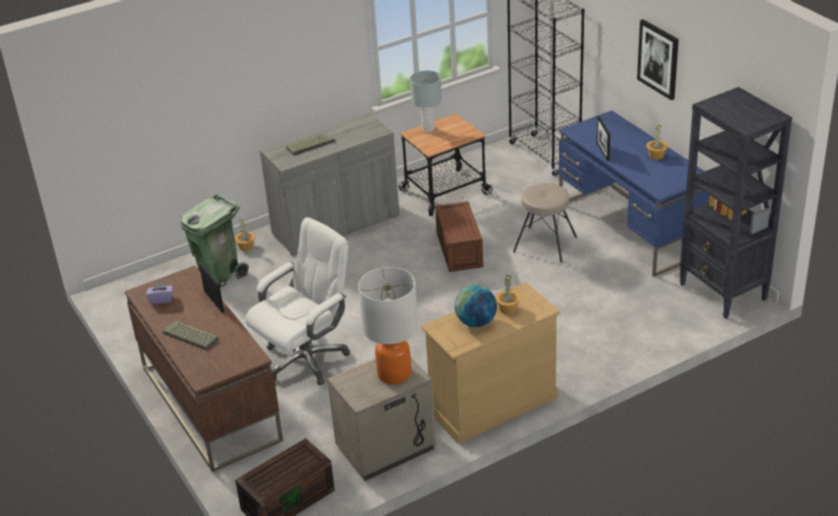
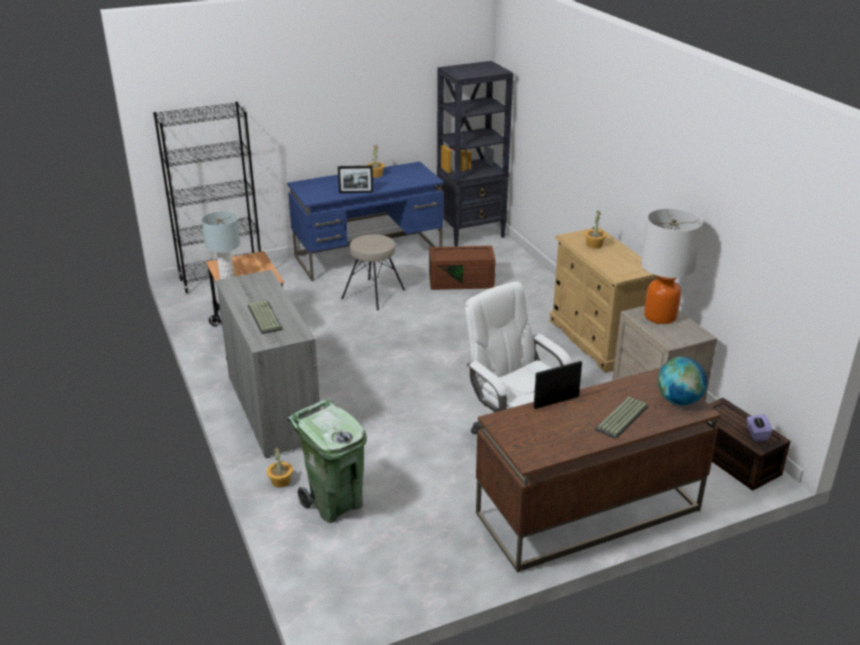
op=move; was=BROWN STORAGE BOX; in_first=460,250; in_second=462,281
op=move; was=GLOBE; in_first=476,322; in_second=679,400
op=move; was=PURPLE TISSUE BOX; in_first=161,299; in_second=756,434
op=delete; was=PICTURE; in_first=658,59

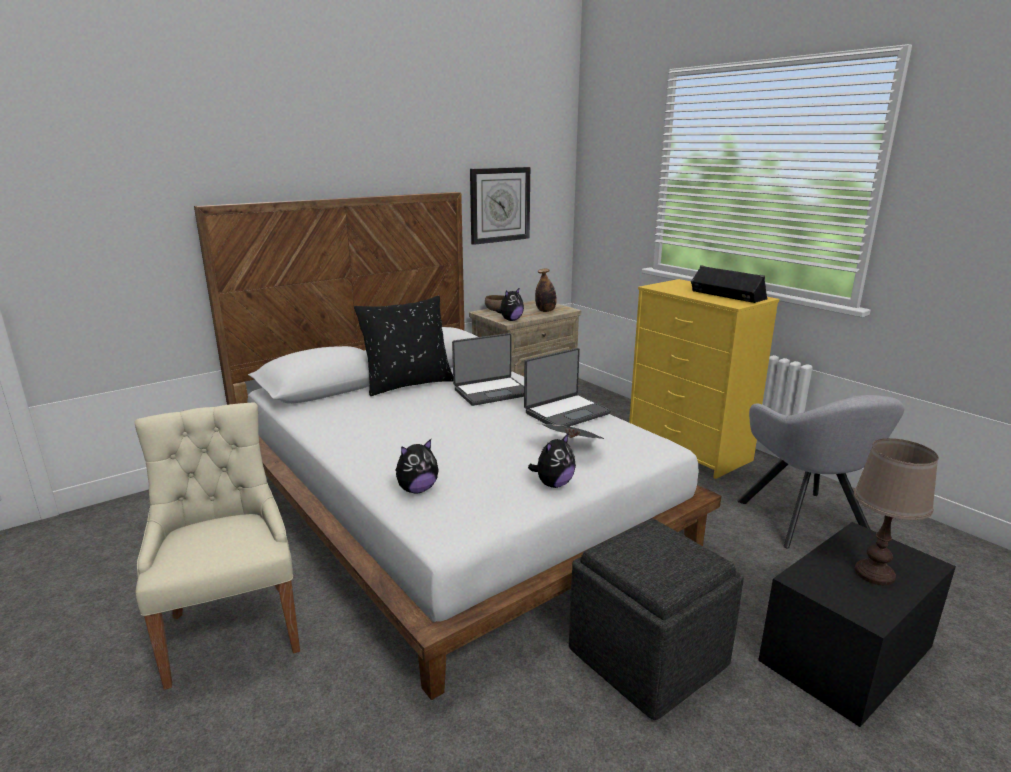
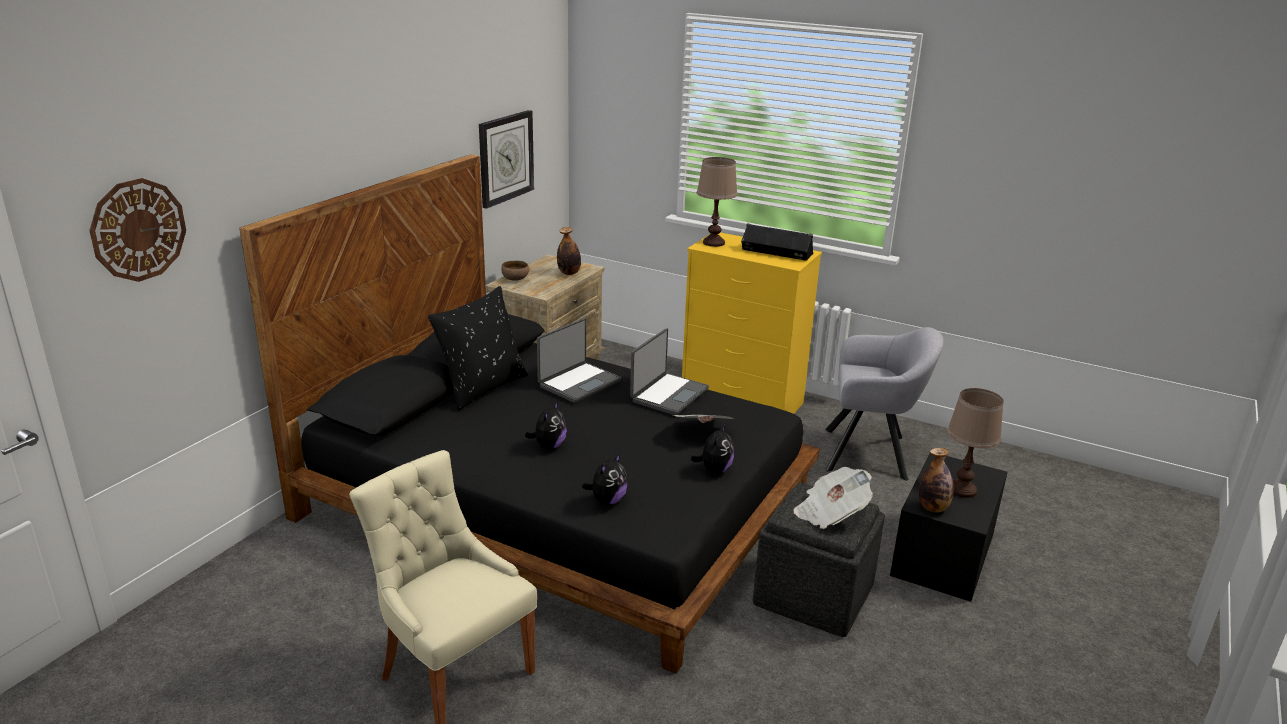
op=insert; now=WALL CLOCK; in_second=138,230
op=recolor; was=WHITE BED; now=BLACK BED; in_first=451,502; in_second=559,504
op=move; was=PLUSH TOY; in_first=510,320; in_second=549,446
op=insert; now=BROWN TABLE LAMP; in_second=713,243
op=insert; now=NEWSPAPER; in_second=830,513
op=rotate; was=GREY ARMCHAIR; in_first=806,522; in_second=872,454; clockwise=-45
op=insert; now=BOTTLE; in_second=933,508

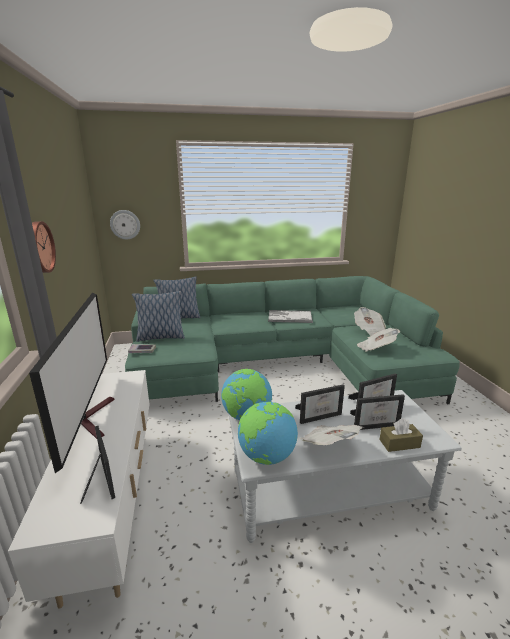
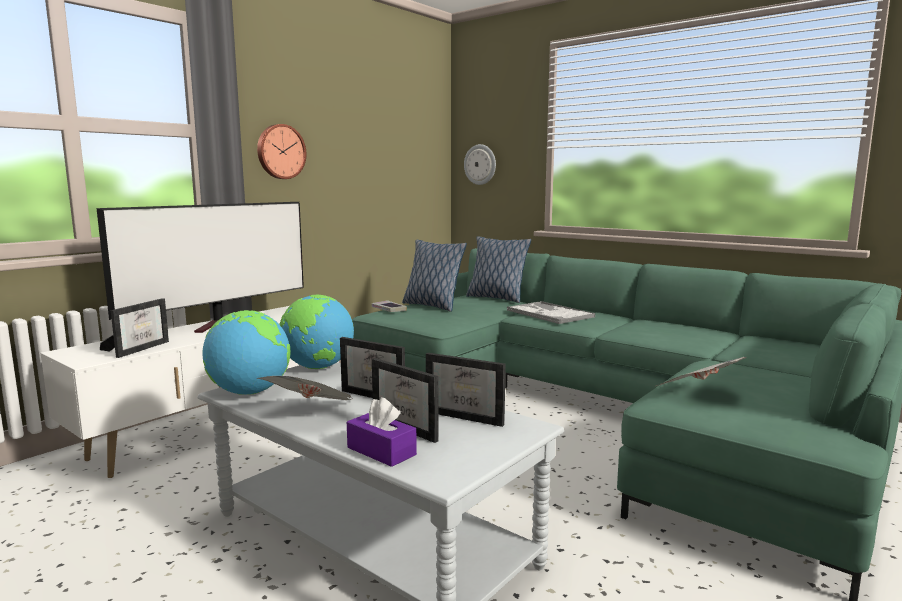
op=recolor; was=BROWN TISSUE BOX; now=PURPLE TISSUE BOX; in_first=399,443; in_second=381,451
op=move; was=TRAY; in_first=289,317; in_second=549,313
op=delete; was=NEWSPAPER; in_first=369,330

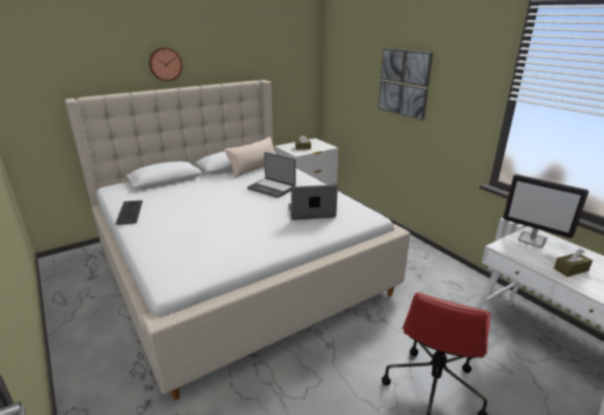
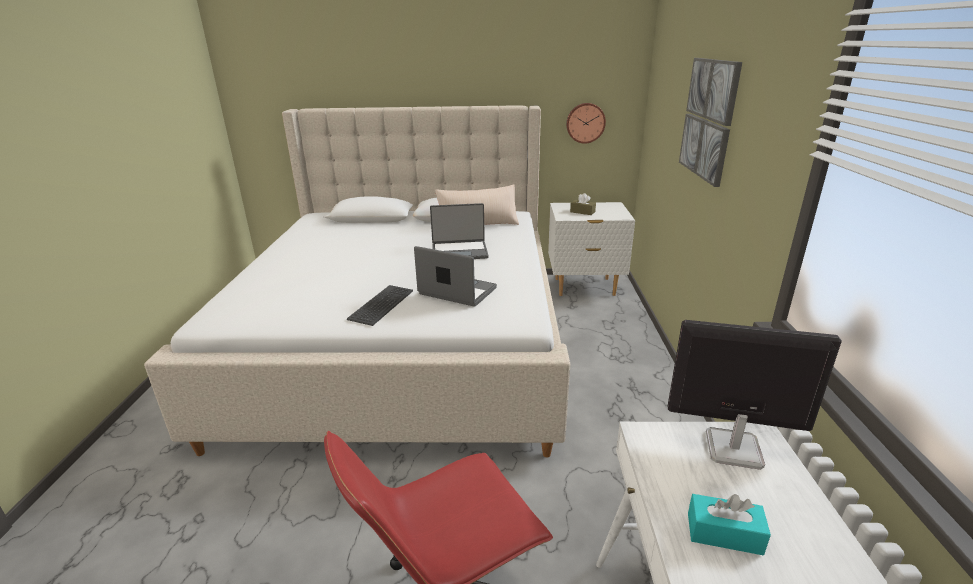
op=move; was=KEYBOARD; in_first=130,212; in_second=382,305
op=rotate; was=LAPTOP; in_first=272,188; in_second=459,251; clockwise=-75
op=move; was=WALL CLOCK; in_first=165,64; in_second=585,123
op=rotate; was=MONITOR; in_first=532,240; in_second=732,449; clockwise=120
op=recolor; was=BROWN TISSUE BOX; now=TURQUOISE TISSUE BOX; in_first=571,269; in_second=724,533

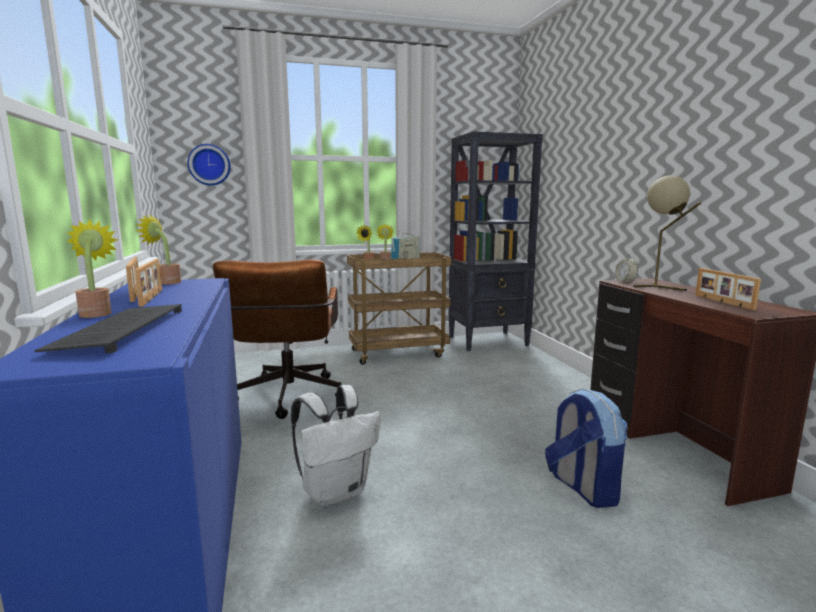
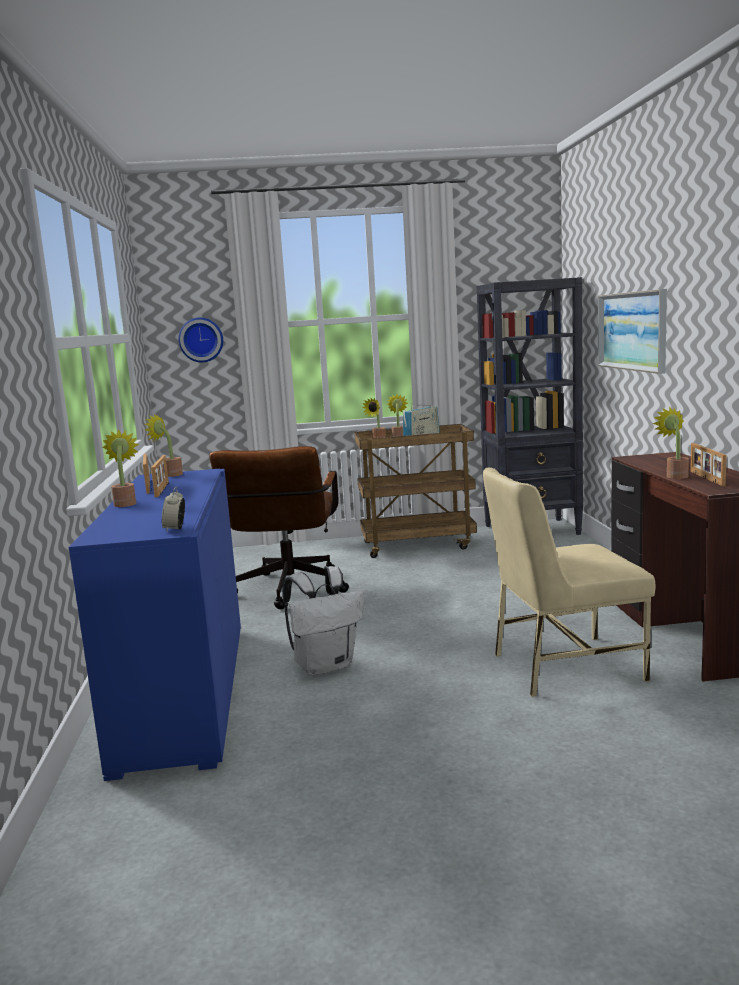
op=move; was=ALARM CLOCK; in_first=625,282; in_second=175,529
op=replace; was=BACKPACK; now=BEIGE CHAIR; in_first=582,488; in_second=564,666
op=insert; now=PICTURE; in_second=632,331
op=insert; now=POTTED PLANT; in_second=674,475
op=delete; was=KEYBOARD; in_first=120,330
op=delete; was=BEIGE TABLE LAMP; in_first=659,287

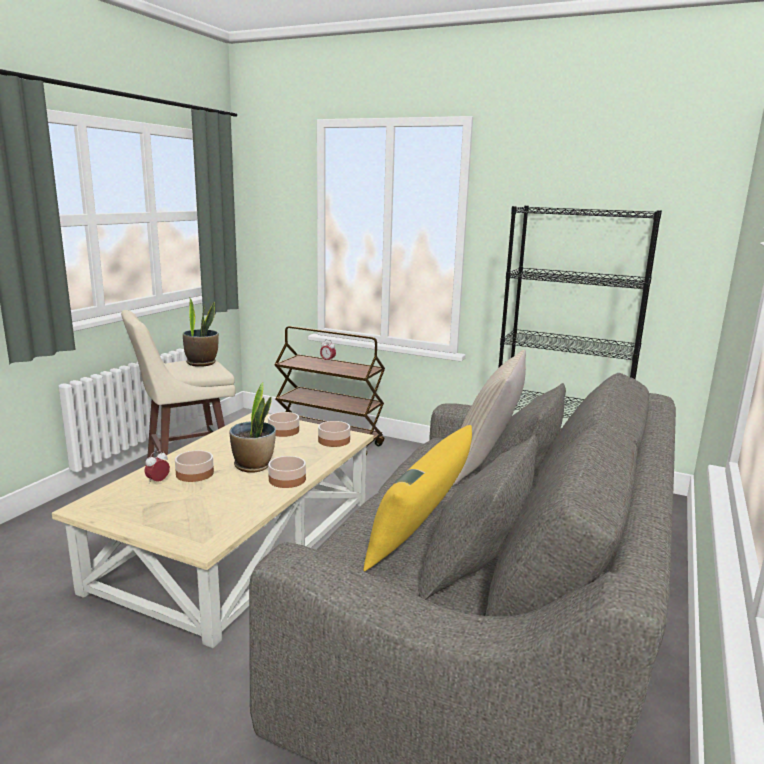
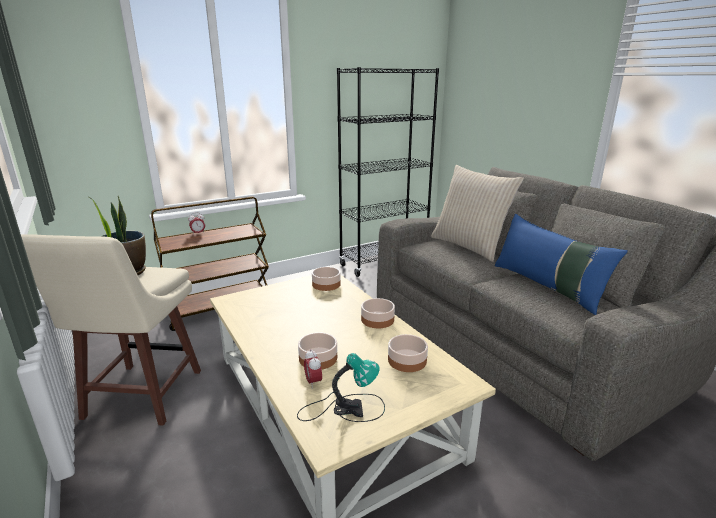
op=insert; now=TABLE LAMP; in_second=344,408
op=move; was=BOWL; in_first=283,430; in_second=406,360
op=recolor; was=YELLOW PILLOW; now=BLUE PILLOW; in_first=420,530; in_second=547,286
op=delete; was=POTTED PLANT; in_first=254,466

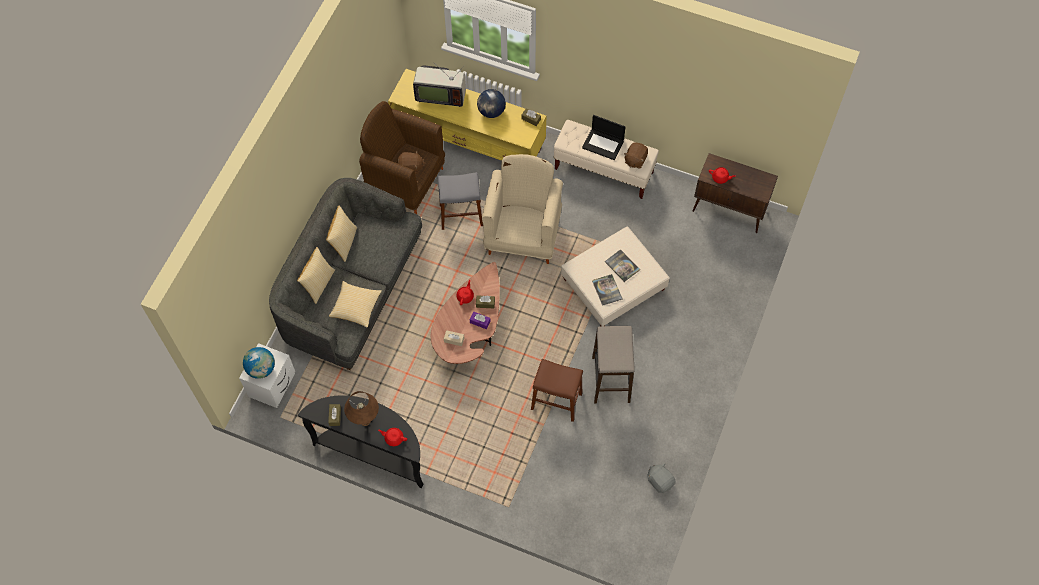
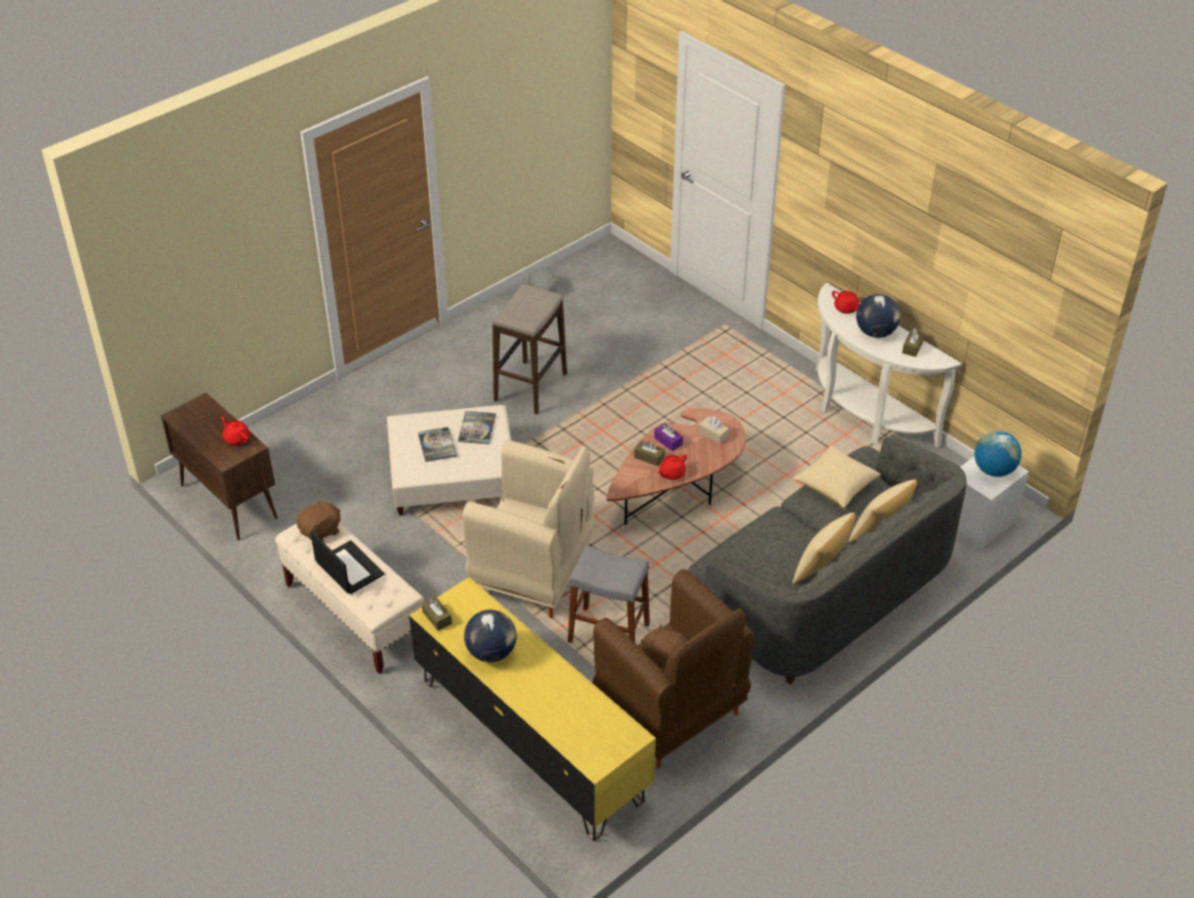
op=rotate; was=BEIGE ARMCHAIR; in_first=523,235; in_second=533,574; clockwise=-105
op=recolor; was=BLACK CONSOLE TABLE; now=WHITE CONSOLE TABLE; in_first=374,452; in_second=864,415
op=replace; was=BROWN TABLE LAMP; now=GLOBE; in_first=365,421; in_second=876,333
op=delete; was=TELEVISION; in_first=440,95
op=delete; was=BROWN STOOL; in_first=556,401

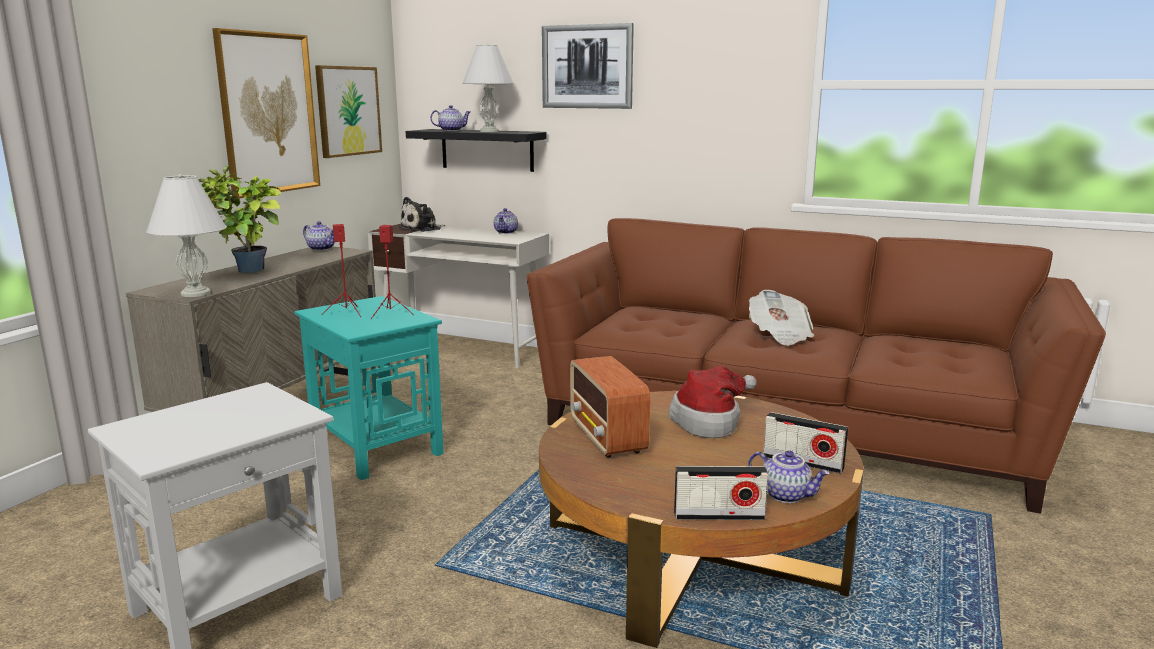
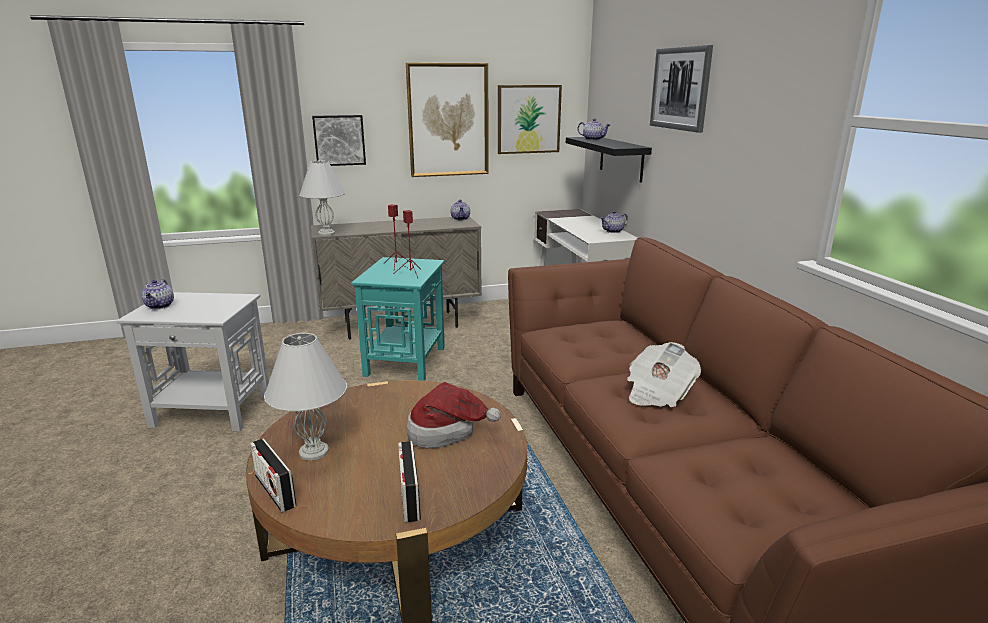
op=move; was=TEAPOT; in_first=786,495; in_second=160,306
op=move; was=WHITE TABLE LAMP; in_first=489,131; in_second=313,452
op=insert; now=PICTURE; in_second=339,140
op=delete; was=POTTED PLANT; in_first=244,272
op=delete; was=PLUSH TOY; in_first=422,229
op=delete; was=RADIO; in_first=607,437

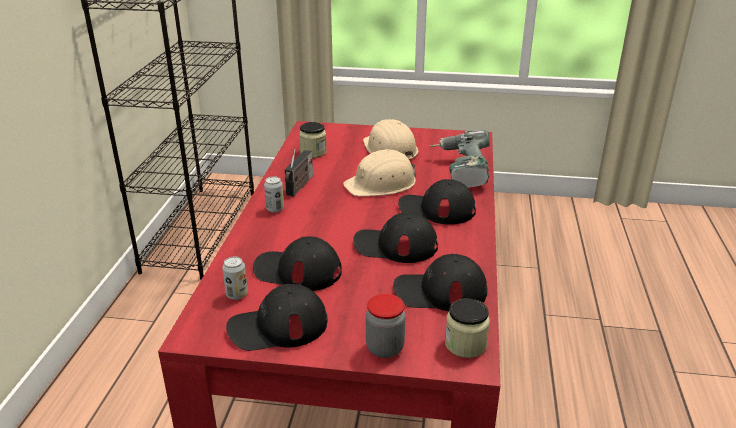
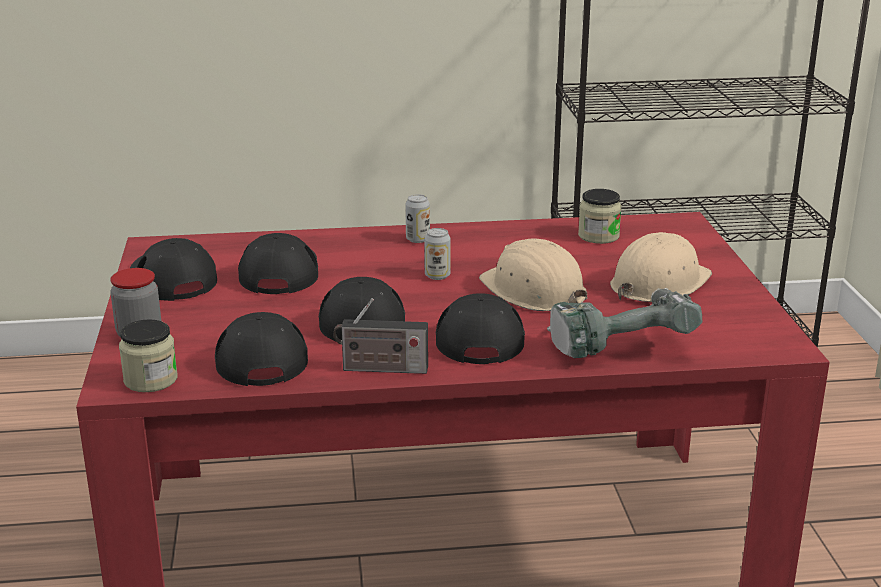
op=move; was=RADIO; in_first=299,186; in_second=381,369
op=move; was=CAN; in_first=237,294; in_second=437,276

